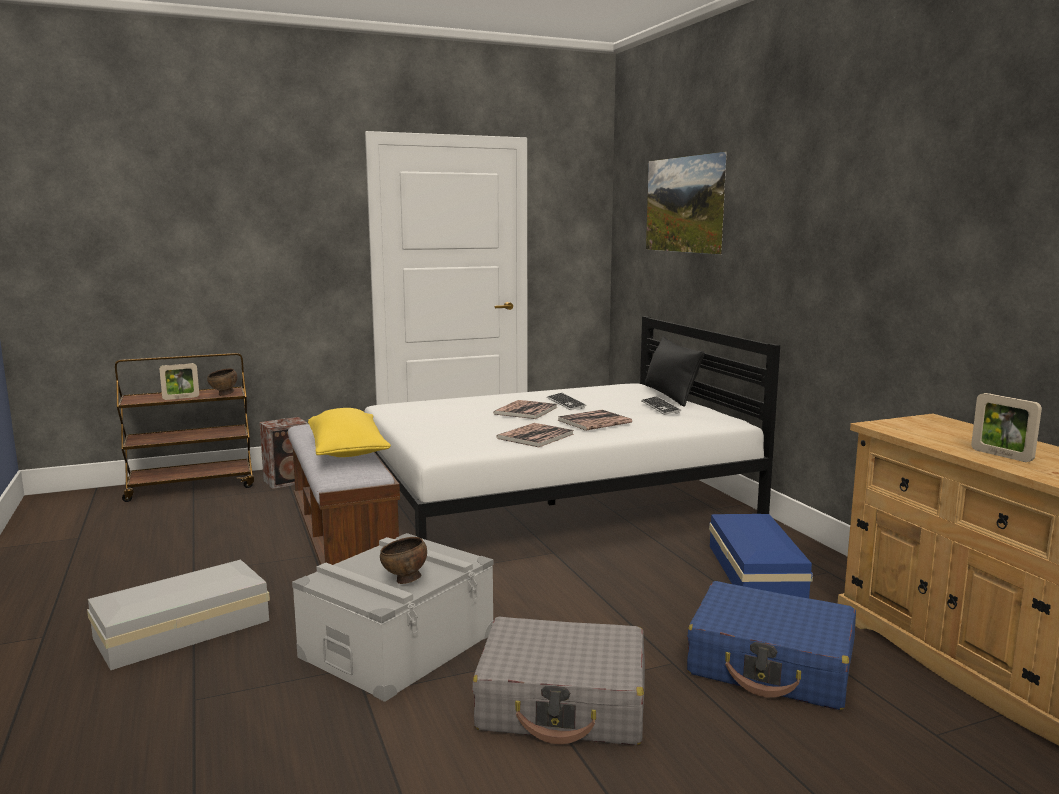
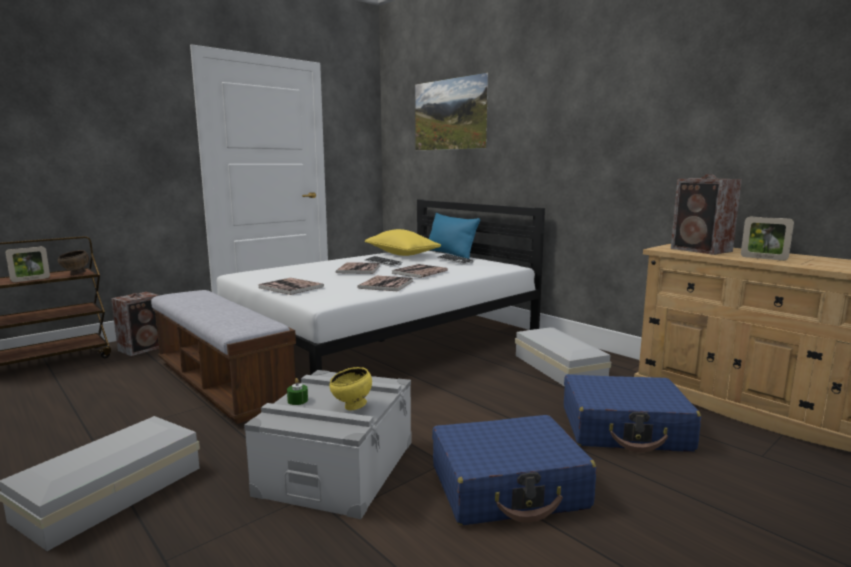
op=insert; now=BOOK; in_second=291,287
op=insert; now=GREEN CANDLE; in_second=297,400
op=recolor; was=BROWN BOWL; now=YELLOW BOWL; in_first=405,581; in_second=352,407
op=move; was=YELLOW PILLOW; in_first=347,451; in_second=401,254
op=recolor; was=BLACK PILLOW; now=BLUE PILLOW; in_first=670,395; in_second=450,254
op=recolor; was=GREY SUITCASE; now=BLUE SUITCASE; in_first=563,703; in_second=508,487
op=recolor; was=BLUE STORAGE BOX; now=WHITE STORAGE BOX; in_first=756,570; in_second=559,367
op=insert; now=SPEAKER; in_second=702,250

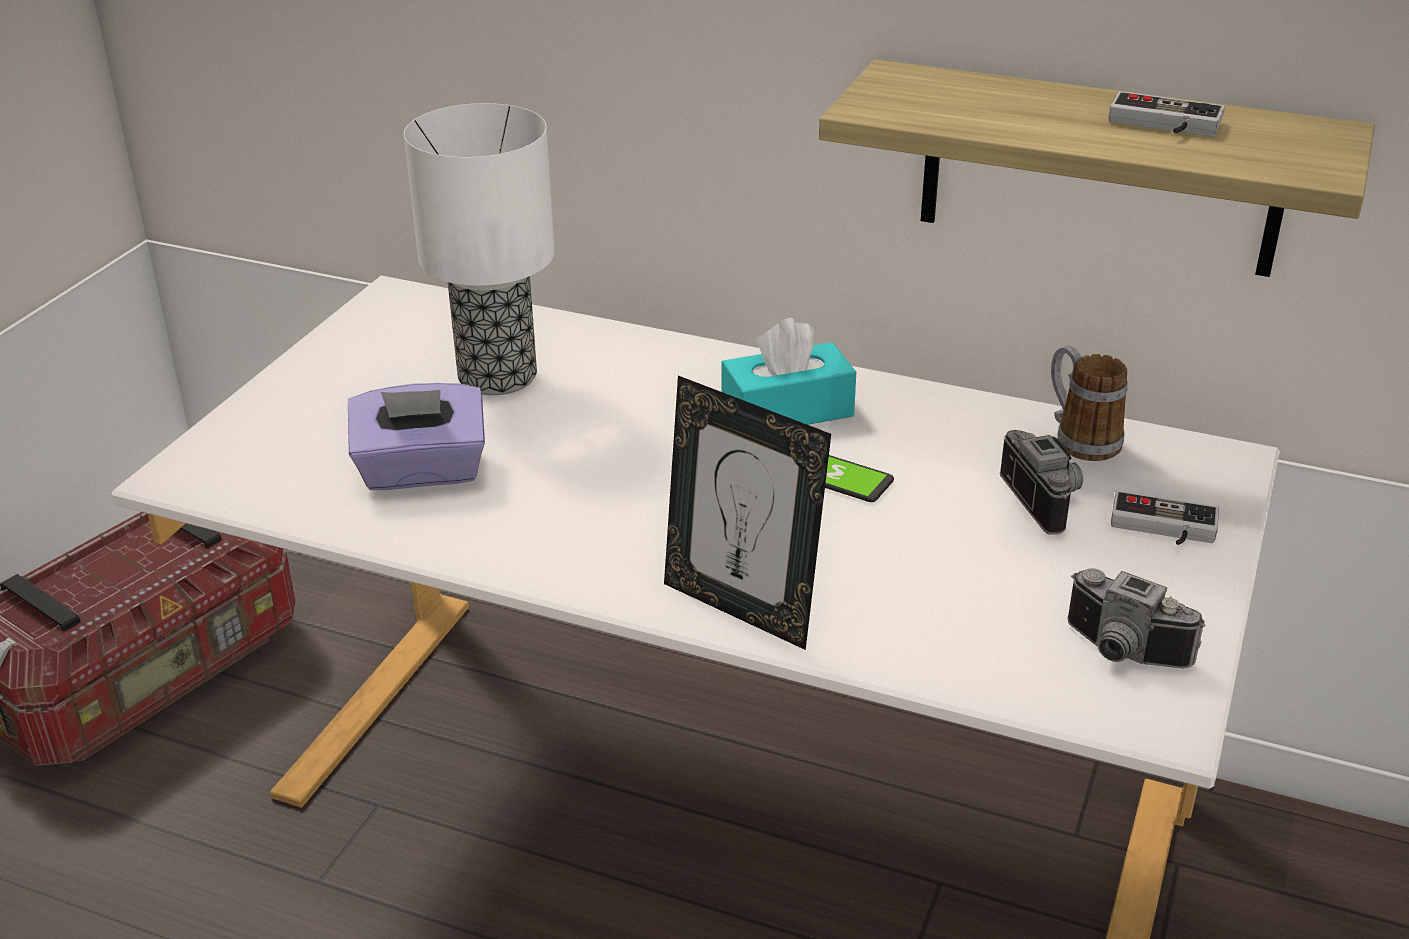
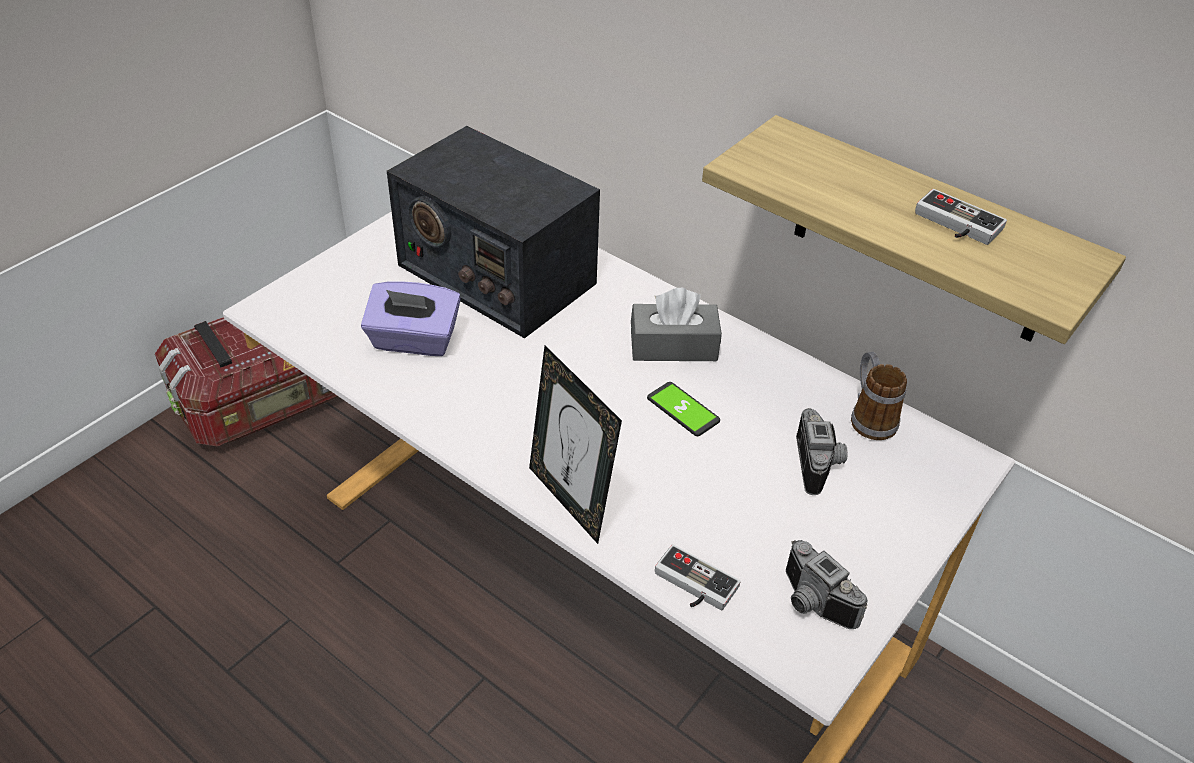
op=replace; was=TABLE LAMP; now=RADIO; in_first=500,375; in_second=495,274
op=recolor; was=TURQUOISE TISSUE BOX; now=GREY TISSUE BOX; in_first=787,411; in_second=673,346
op=move; was=GAME CONTROLLER; in_first=1162,529; in_second=692,586

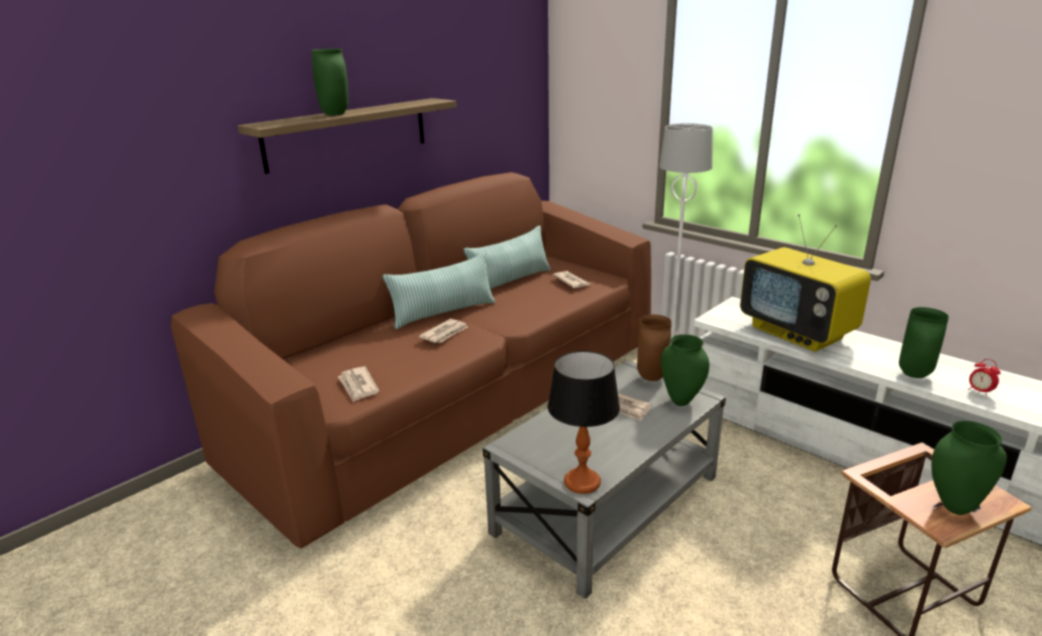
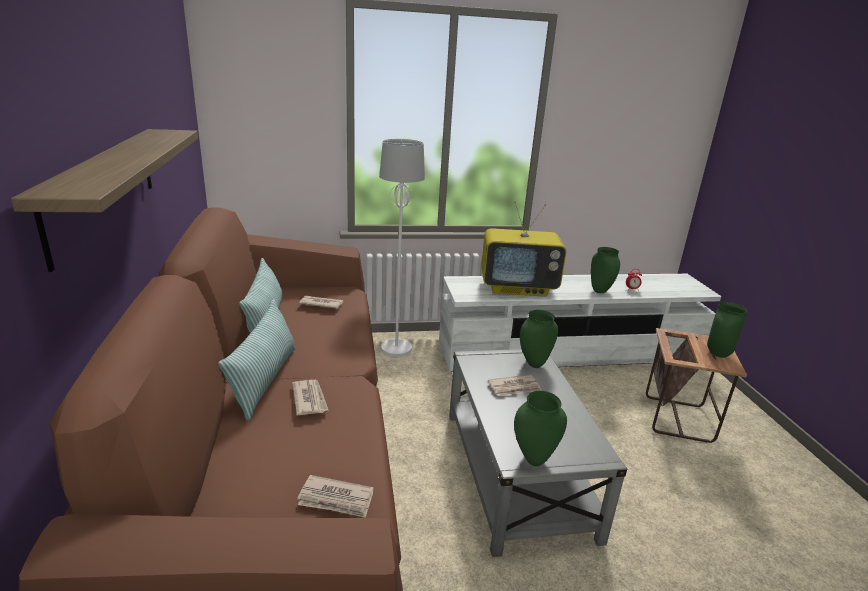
op=move; was=GREEN VASE; in_first=336,114; in_second=534,458
op=delete; was=TABLE LAMP; in_first=582,482
op=delete; was=BROWN VASE; in_first=650,377

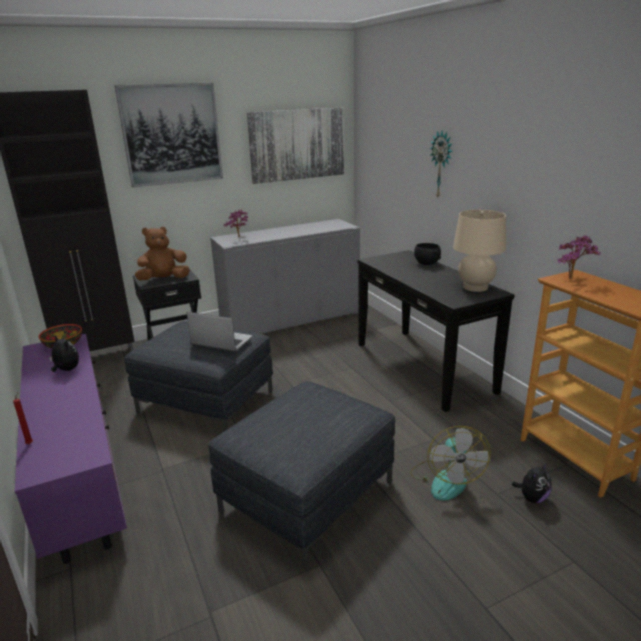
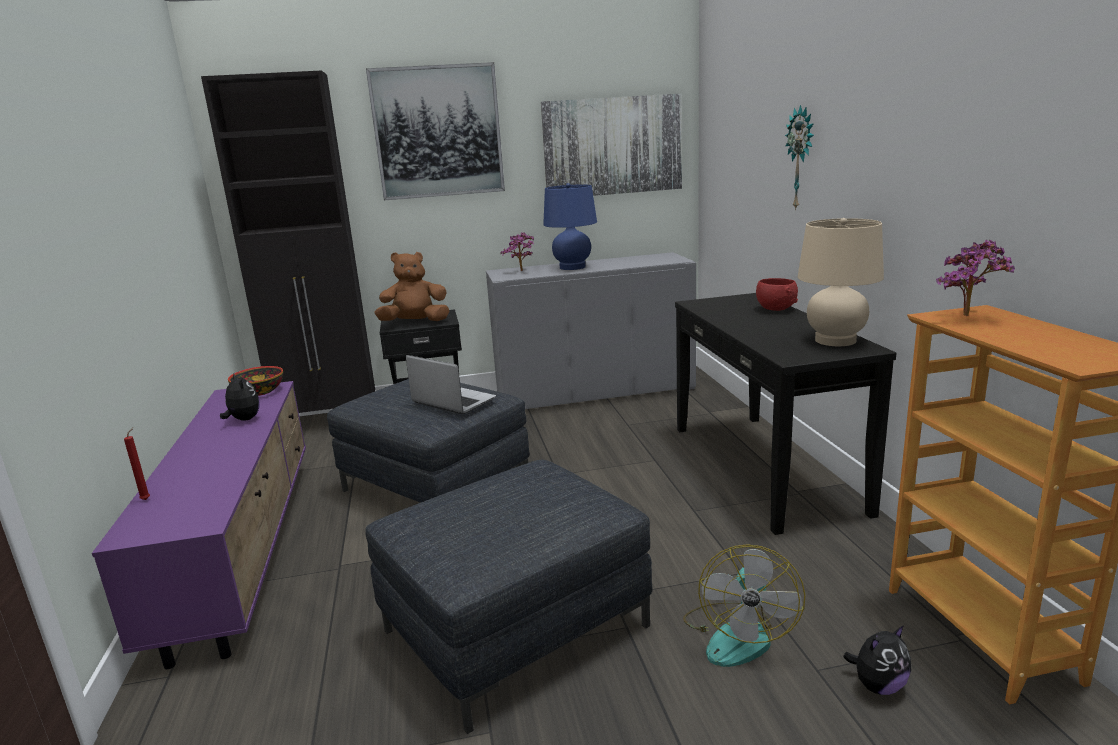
op=insert; now=BLUE TABLE LAMP; in_second=572,267
op=recolor; was=BLACK BOWL; now=RED BOWL; in_first=426,263; in_second=775,309

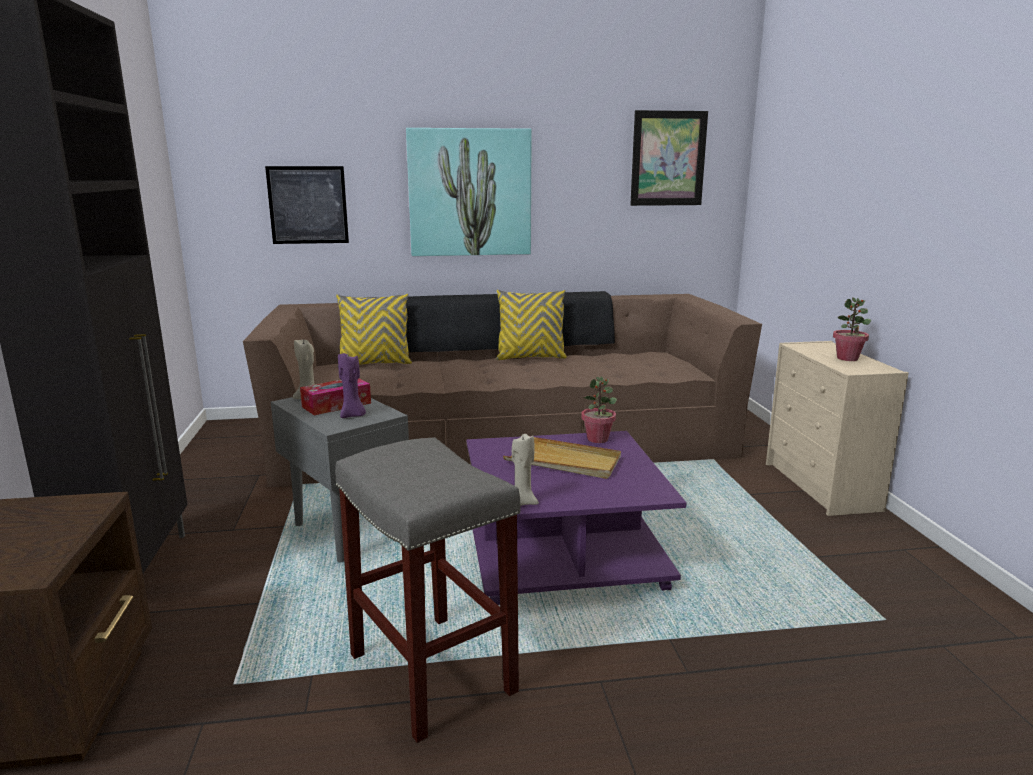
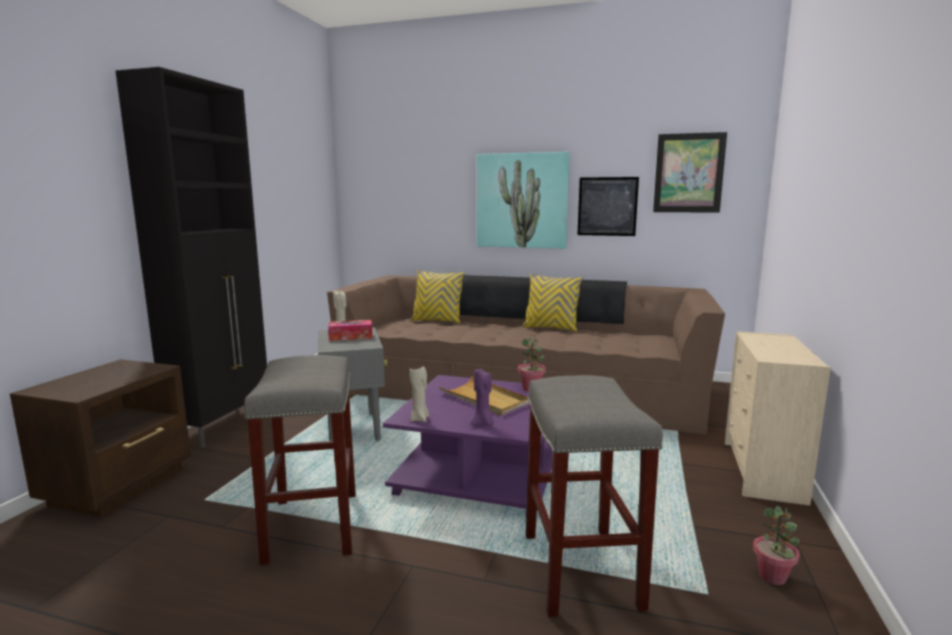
op=move; was=PURPLE CANDLE; in_first=353,415; in_second=483,423
op=insert; now=GREY STOOL; in_second=579,568
op=move; was=PICTURE; in_first=308,205; in_second=607,206
op=move; was=POTTED PLANT; in_first=847,358; in_second=772,576

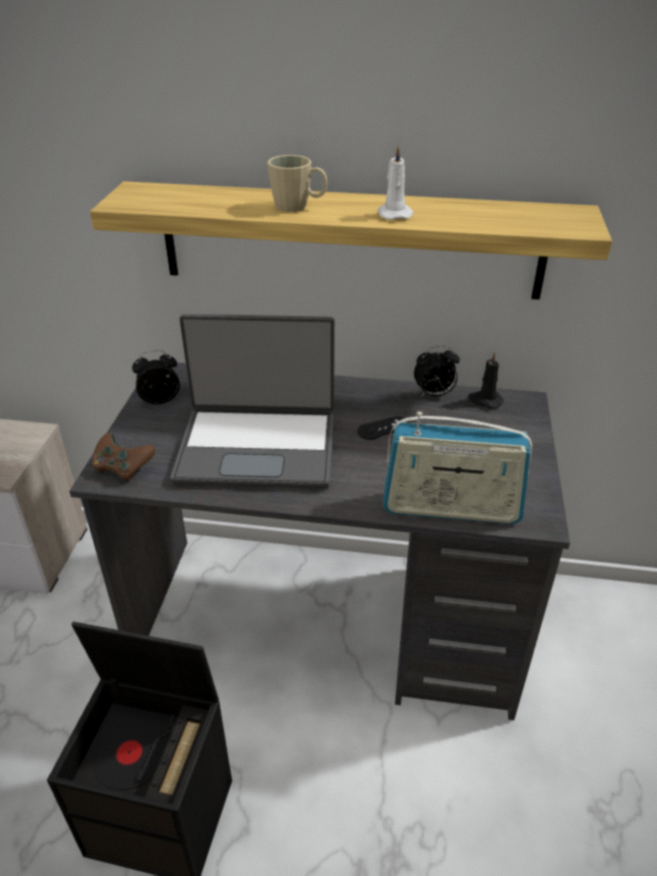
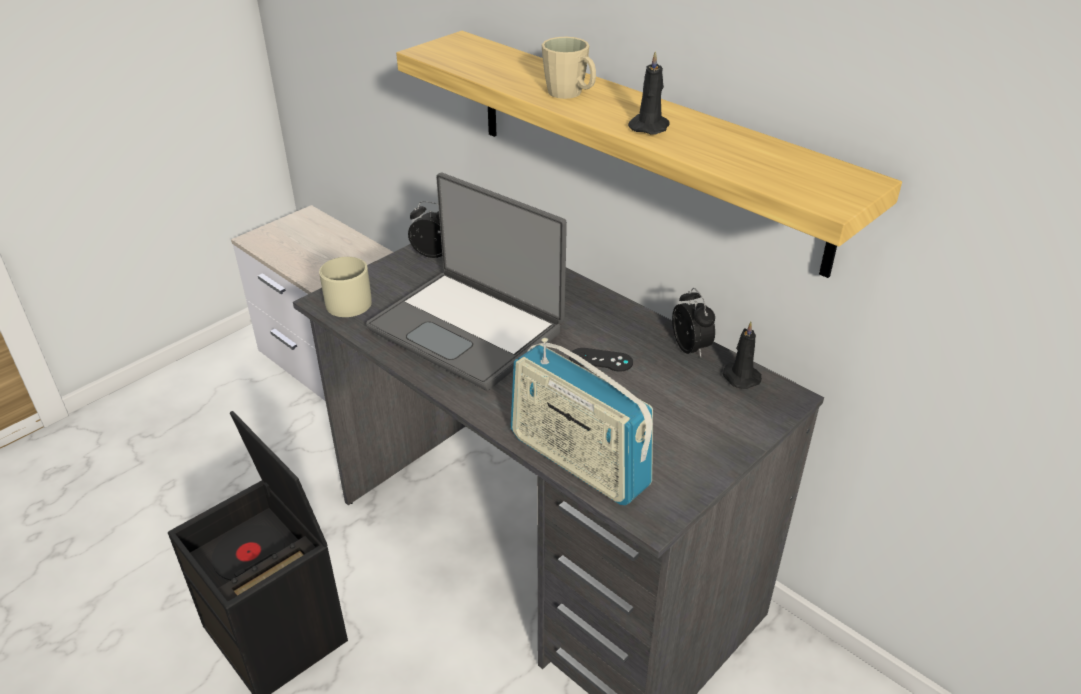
op=replace; was=BROWN GAME CONTROLLER; now=BEIGE MUG; in_first=123,468; in_second=346,300
op=recolor; was=WHITE CANDLE; now=BLACK CANDLE; in_first=393,214; in_second=649,126
op=rotate; was=ALARM CLOCK; in_first=434,394; in_second=691,348; clockwise=-135

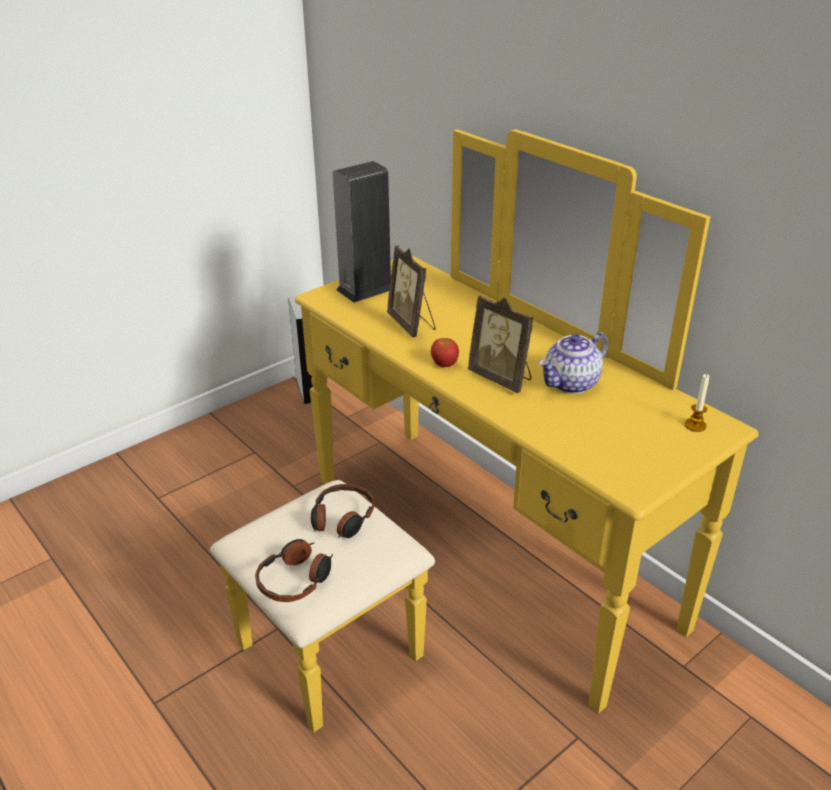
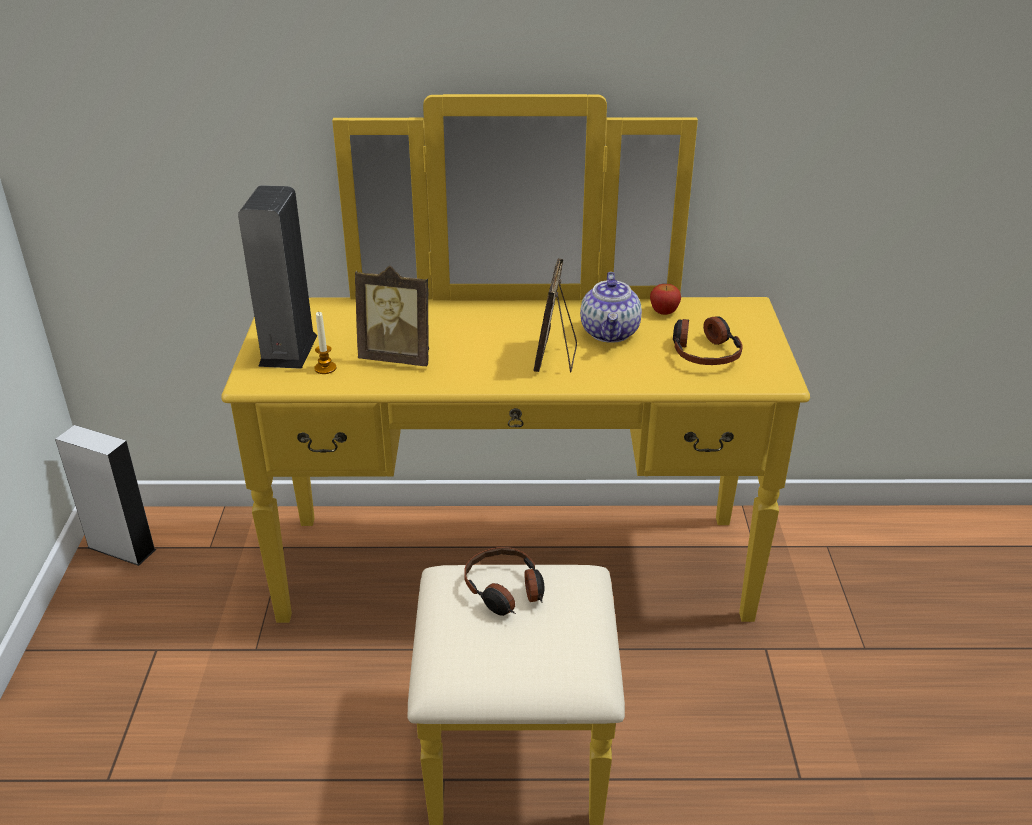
op=move; was=CANDLE; in_first=695,425; in_second=325,368
op=rotate; was=PICTURE FRAME; in_first=502,378; in_second=556,358; clockwise=105
op=move; was=APPLE; in_first=444,364; in_second=664,312
op=move; was=HEADPHONES; in_first=296,579; in_second=704,352

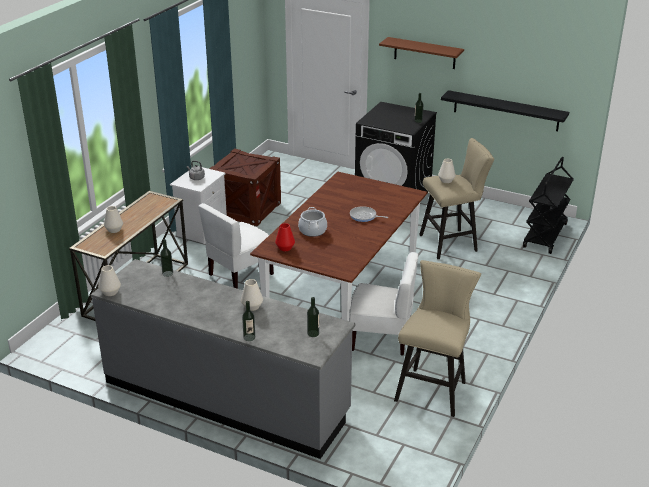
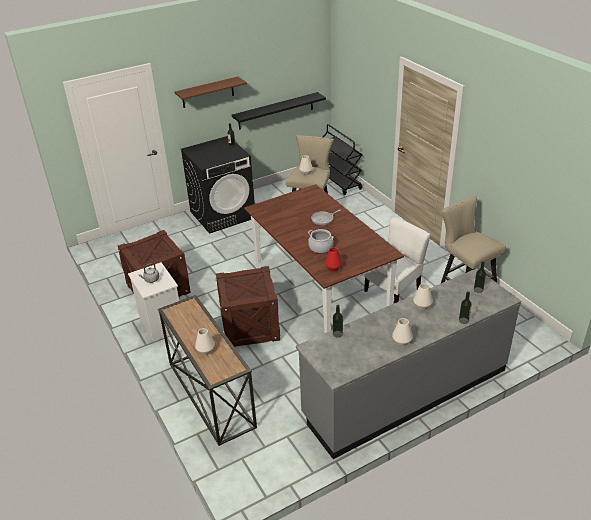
op=replace; was=WHITE CHAIR; now=CRATE; in_first=240,274; in_second=250,327
op=move; was=WHITE VASE; in_first=110,292; in_second=402,341

